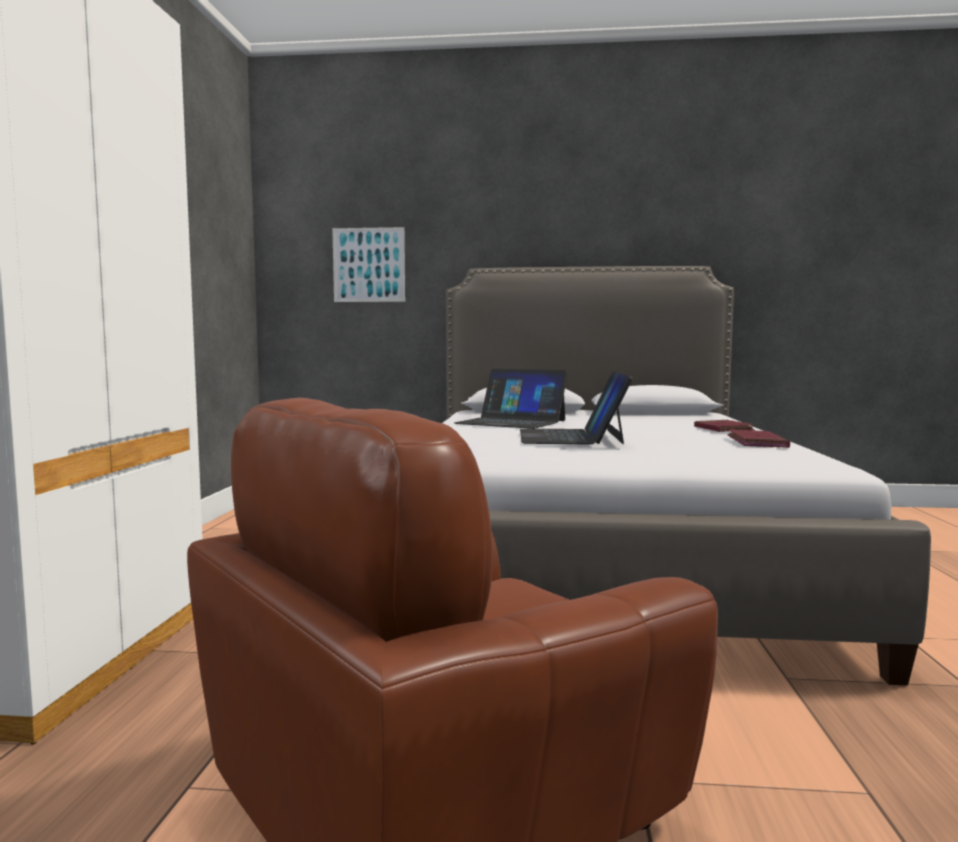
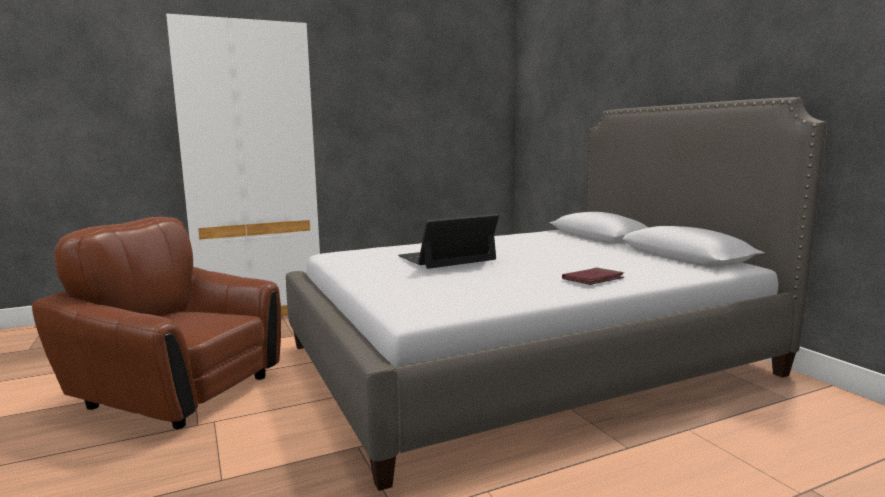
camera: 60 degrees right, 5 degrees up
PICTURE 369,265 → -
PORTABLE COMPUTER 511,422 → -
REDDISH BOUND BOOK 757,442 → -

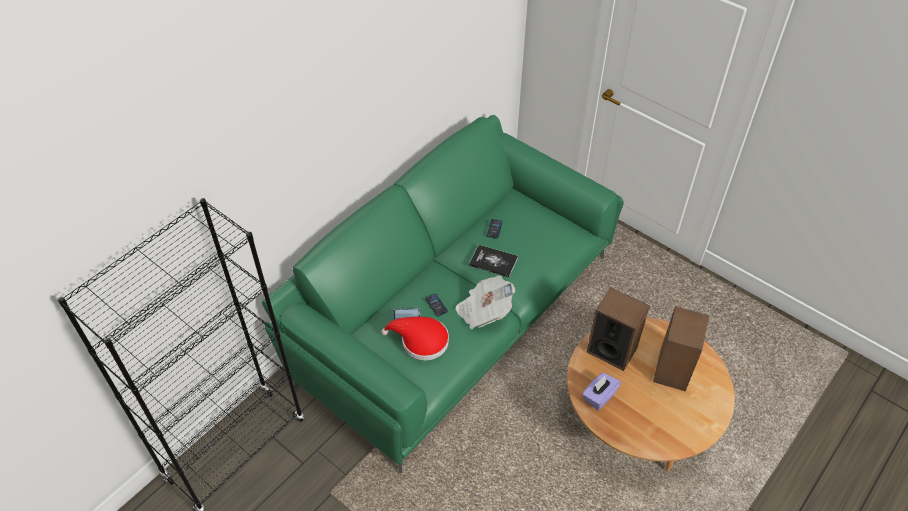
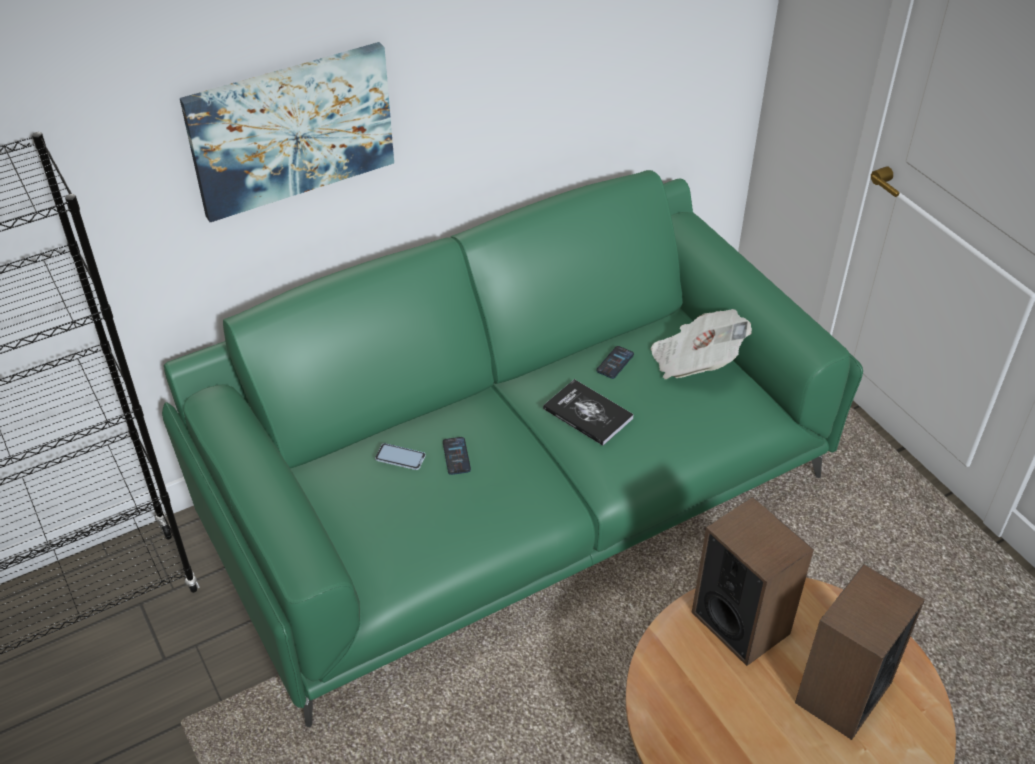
camera: 20 degrees right, 5 degrees down
REDDISH WEARABLE HAT 420,341 → -
NEWSPAPER 484,311 → NEWSPAPER 695,362, relocated
PURPLISH TISSUE HOLDER 599,396 → -
- → PICTURE 291,129

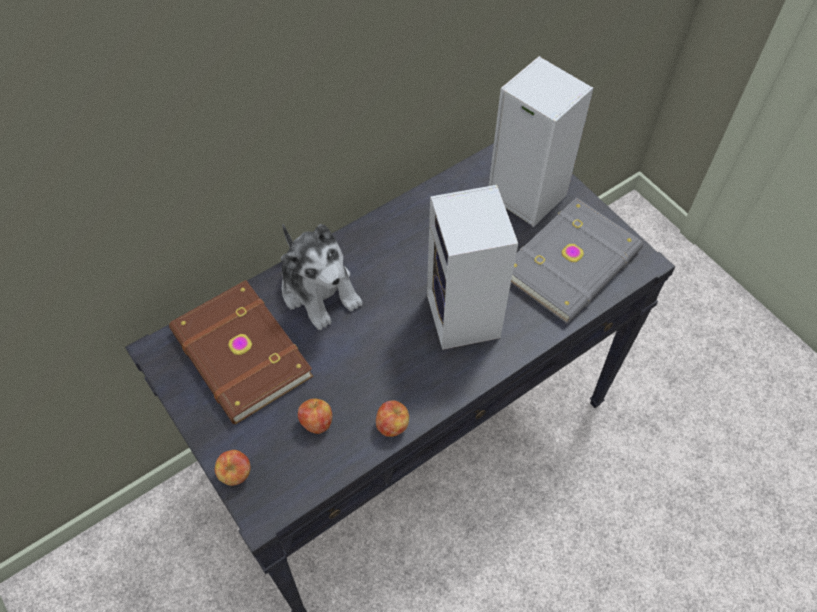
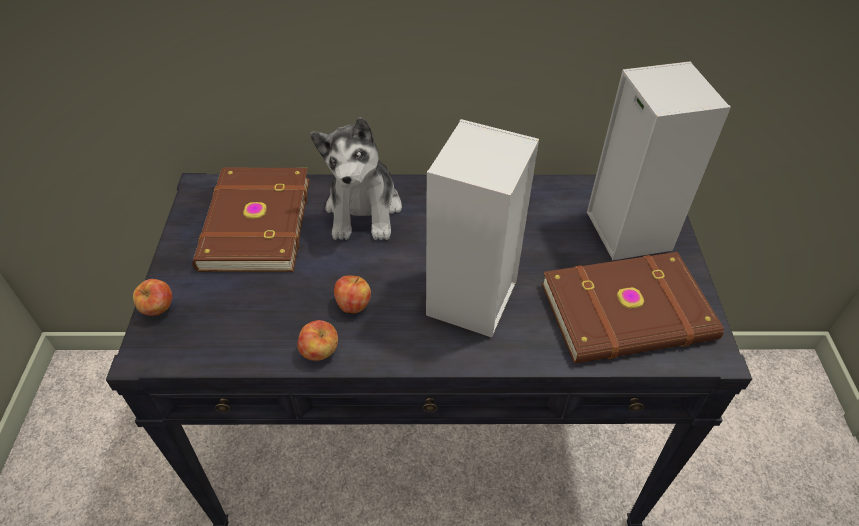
camera: 35 degrees right, 10 degrees down
APPLE 316,422 → APPLE 353,305, relocated
GREYISH BOUND BOOK 573,264 → BROWN-COLOURED BOUND BOOK 628,314

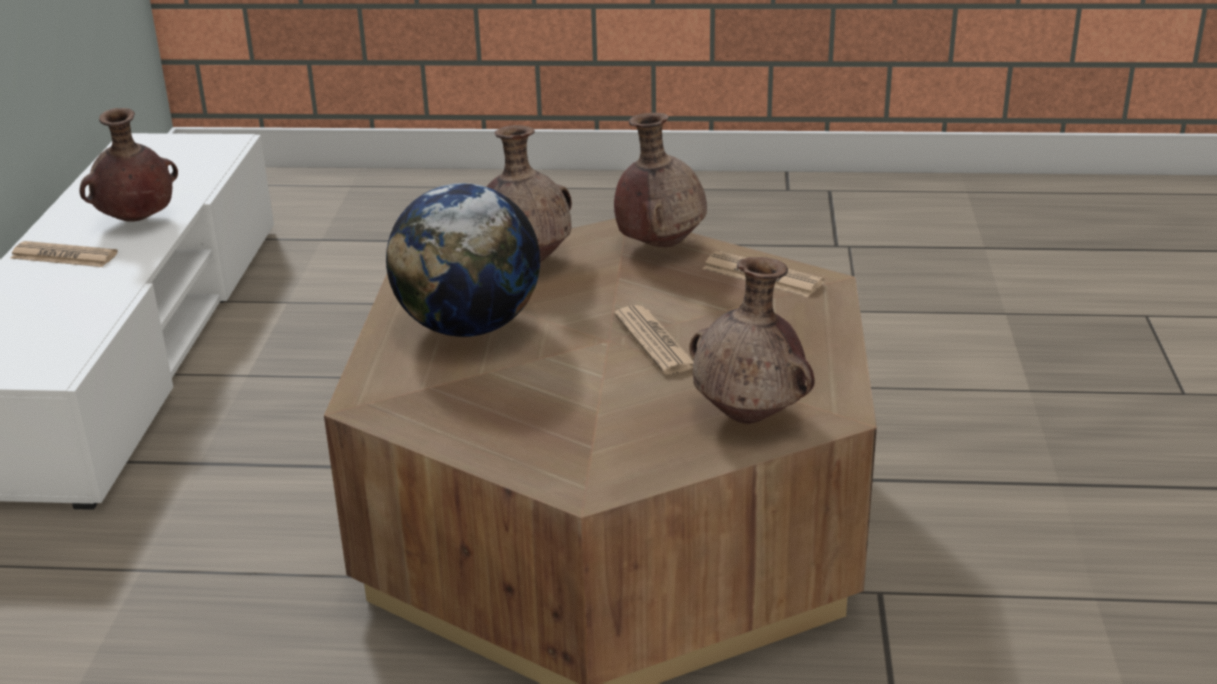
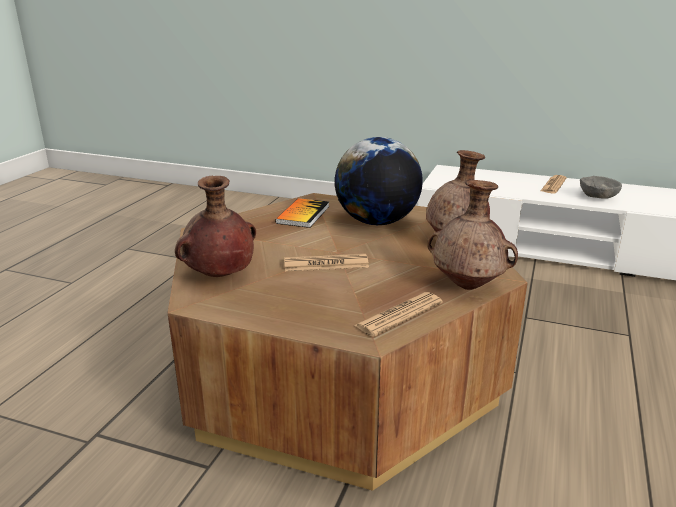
camera: 105 degrees right, 5 degrees down
BROWN-COLOURED VASE 136,221 → GREYISH BOWL 597,197
- → BOUND BOOK 303,214

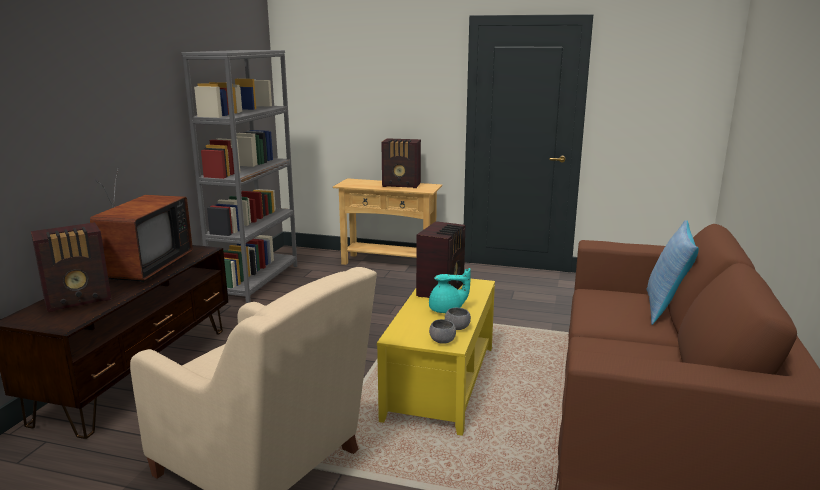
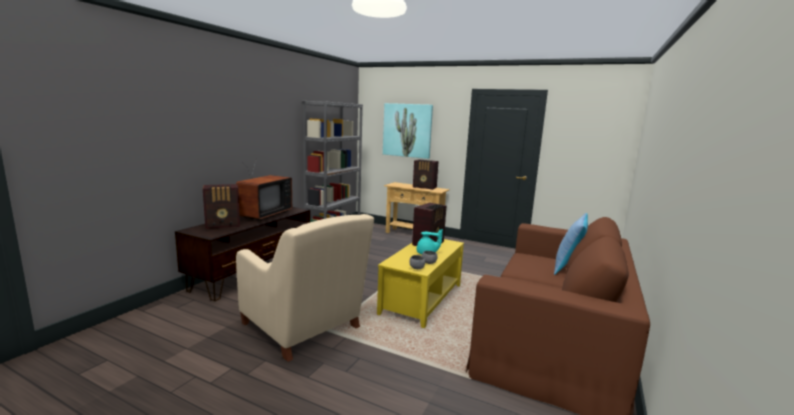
camera: 10 degrees right, 5 degrees down
- → PICTURE 407,130

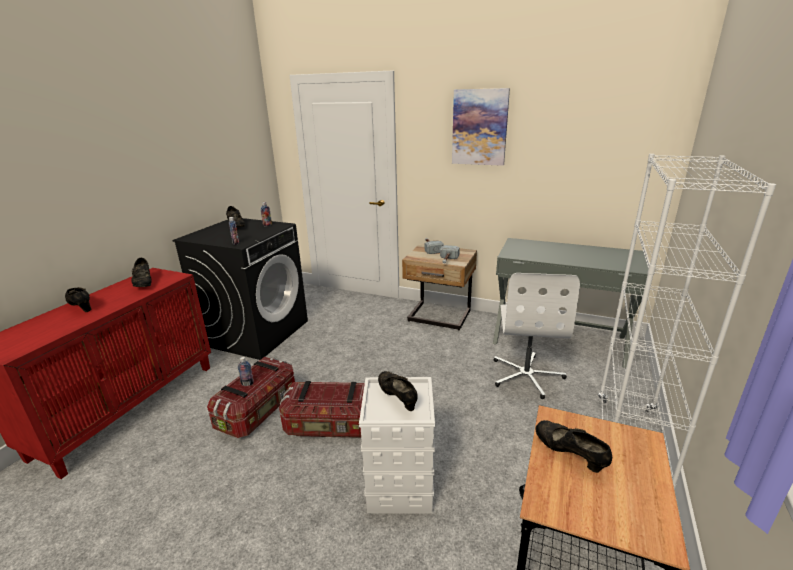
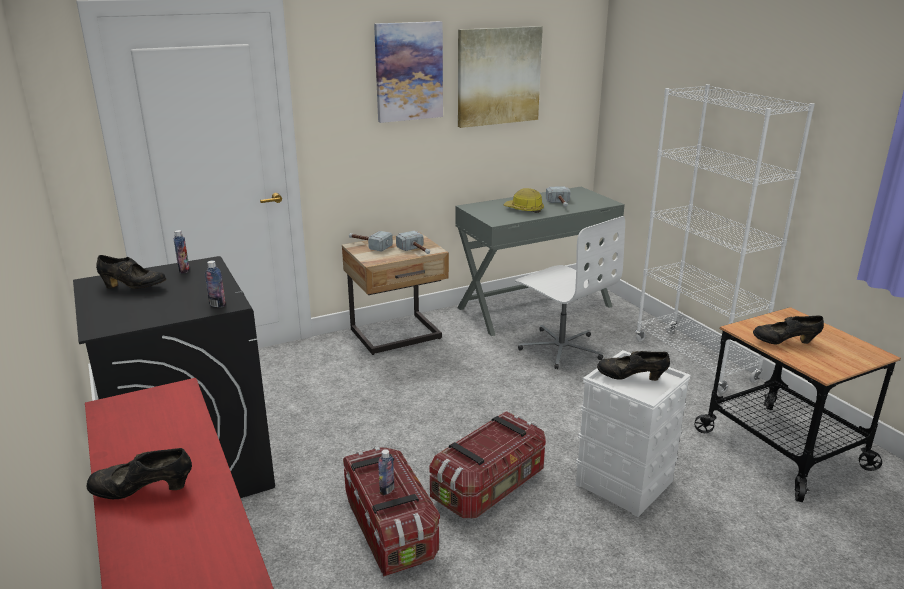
camera: 50 degrees left, 0 degrees up
BLACK-COLOURED SHOE 144,284 → -
- → PICTURE 498,76
- → SAFETY HELMET 524,209
- → HAND HAMMER 560,204

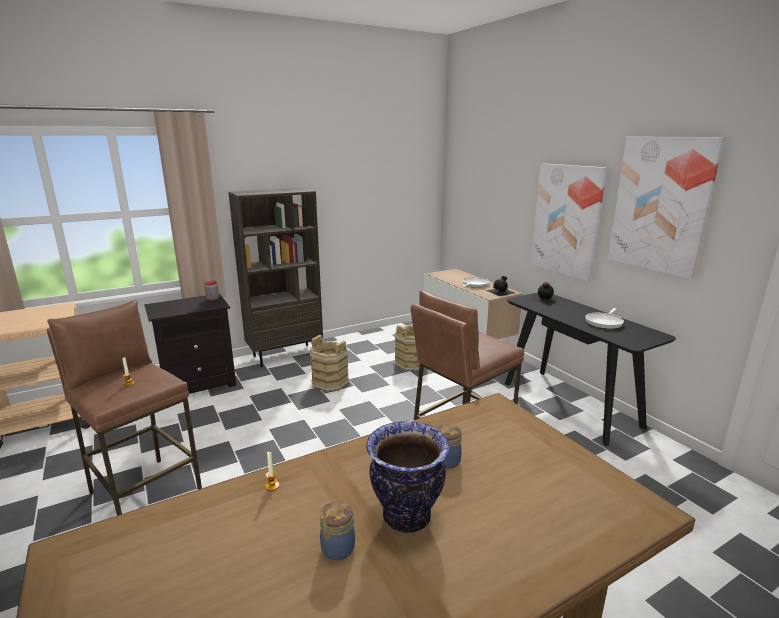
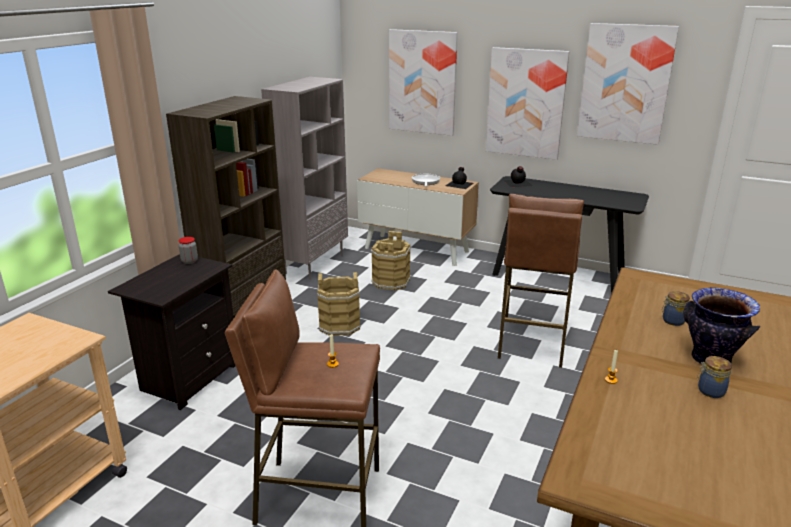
camera: 35 degrees left, 5 degrees up
FRYING PAN 604,322 → -
- → GREYISH SHELVING UNIT 313,264
- → PICTURE 422,82

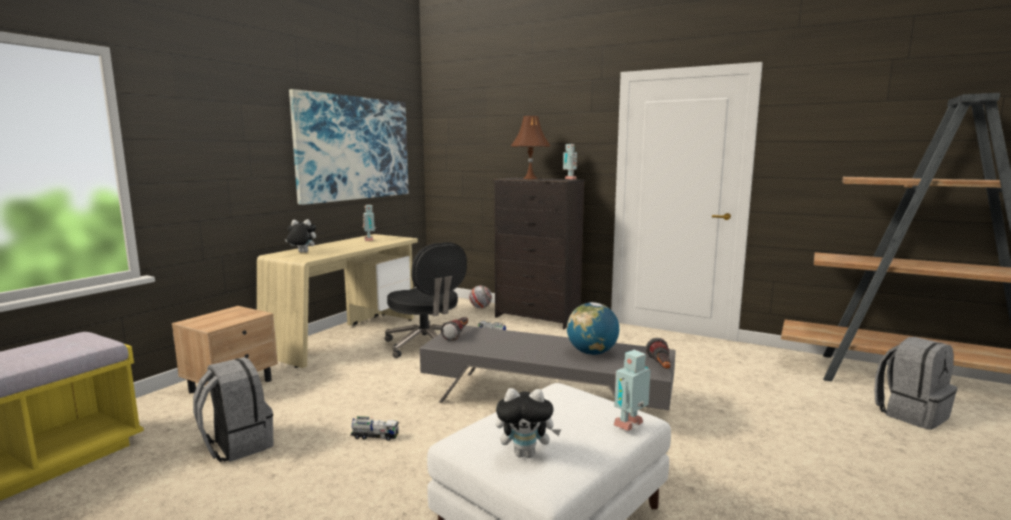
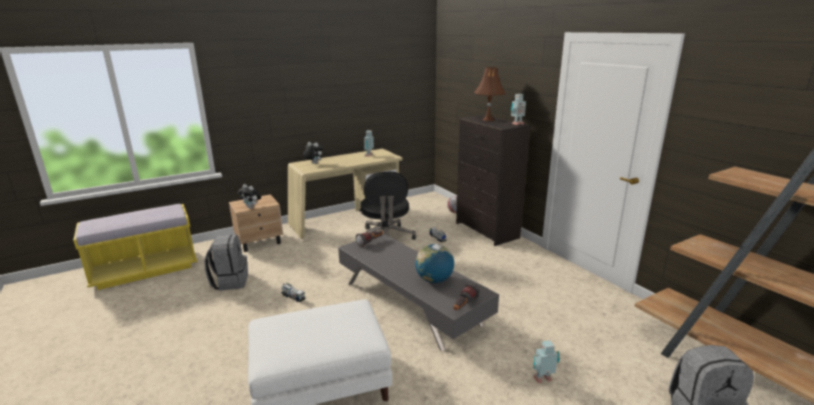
camera: 30 degrees right, 10 degrees up
PICTURE 354,148 → -
CUDDLY TOY 526,454 → CUDDLY TOY 251,207, relocated
ROBOT FIGURE 631,425 → ROBOT FIGURE 543,380, relocated

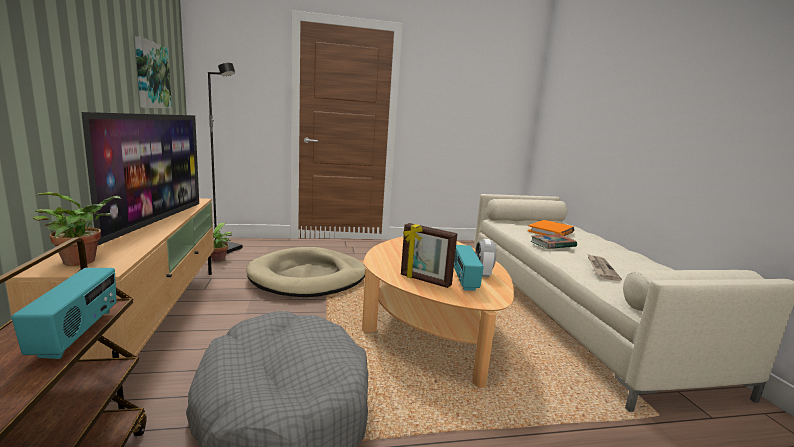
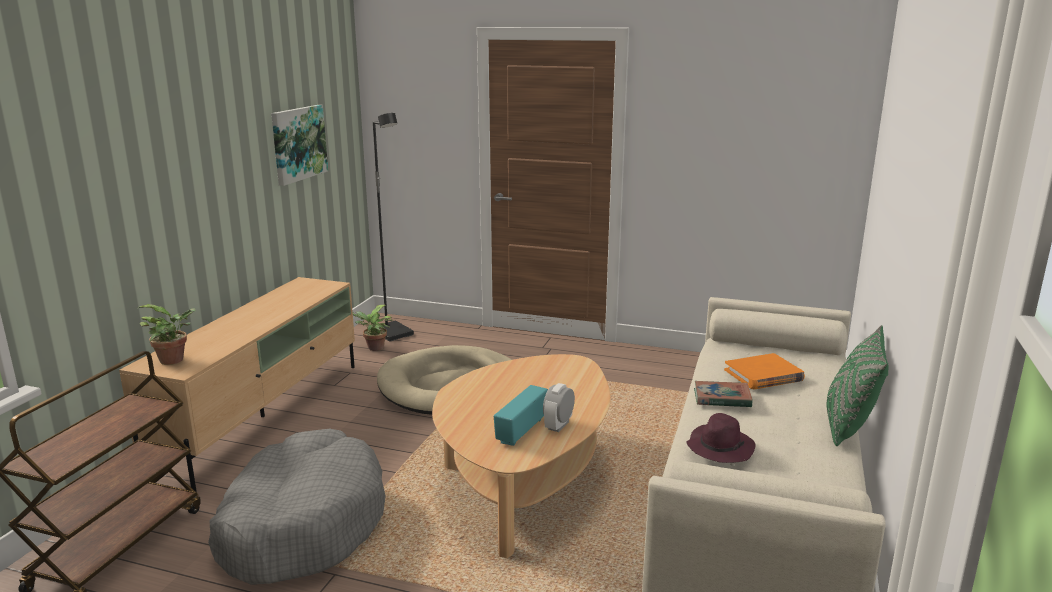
camera: 30 degrees right, 5 degrees up
RADIO RECEIVER 77,333 → -
TELEVISION 155,221 → -
STANDING FRAME 425,280 → -
NEWSPAPER 601,268 → PURPLISH WEARABLE HAT 719,447
- → GREENISH CUSHION 848,426

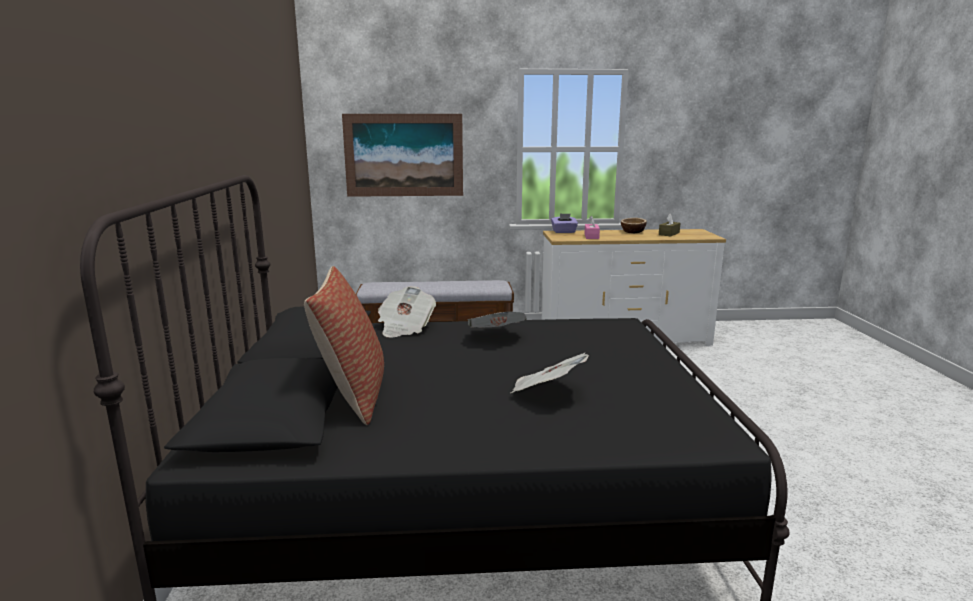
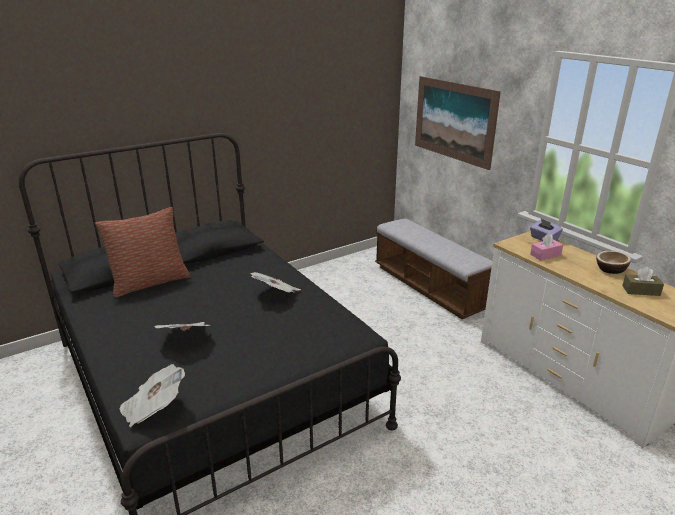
camera: 60 degrees right, 10 degrees up
NEWSPAPER 405,328 → NEWSPAPER 153,408, relocated

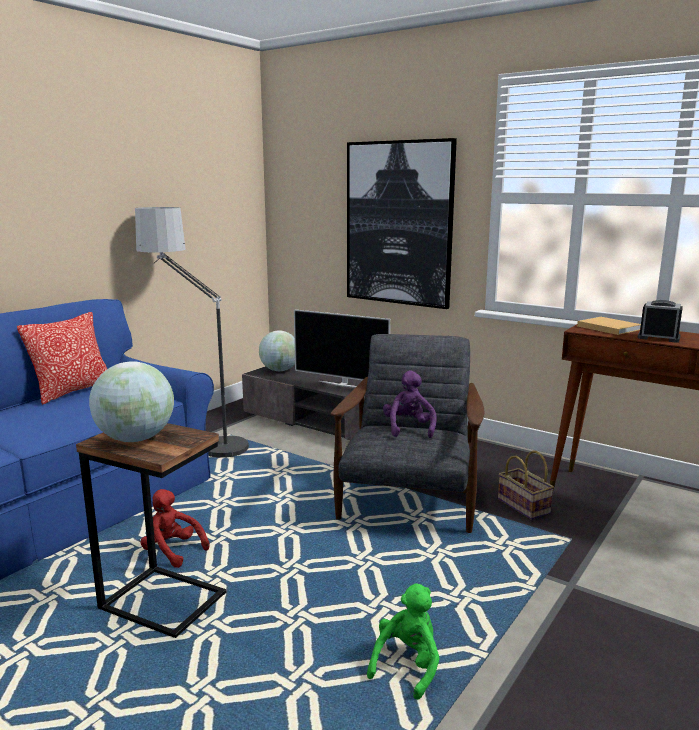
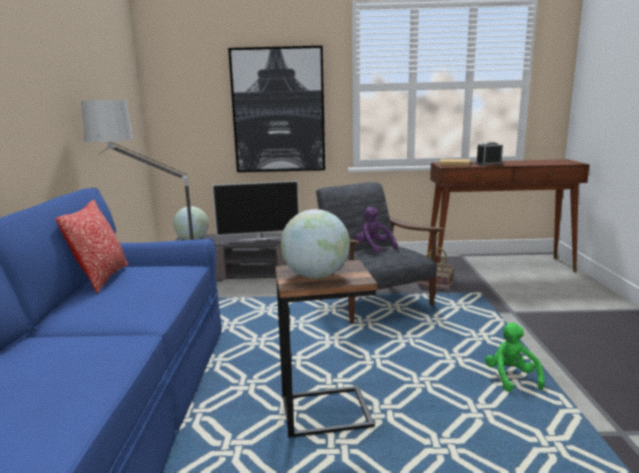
camera: 35 degrees left, 0 degrees up
REDDISH CUDDLY TOY 172,551 → -

